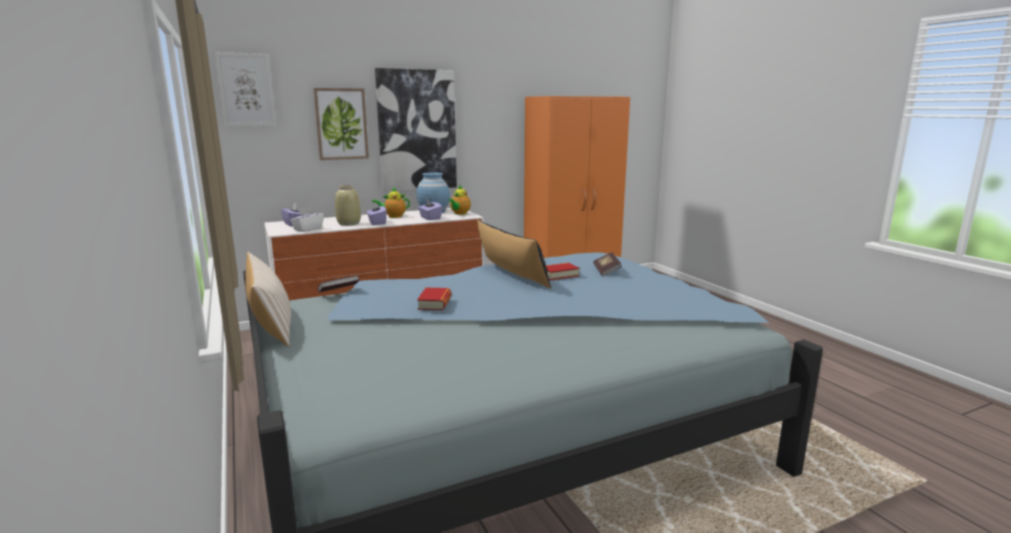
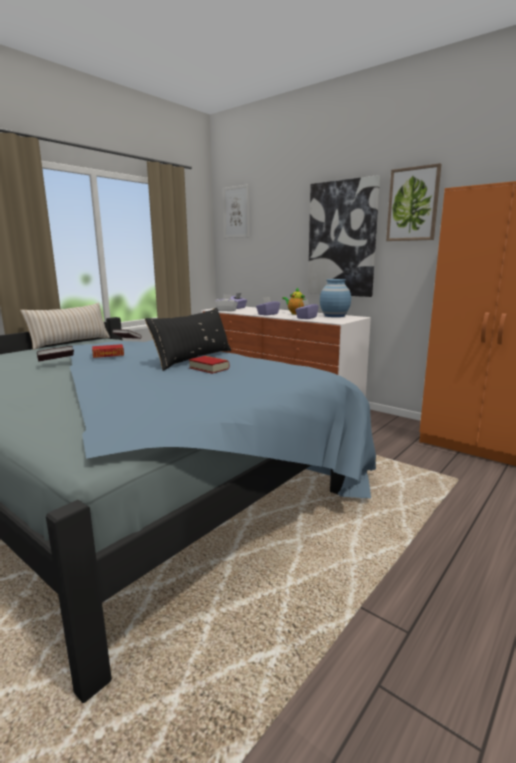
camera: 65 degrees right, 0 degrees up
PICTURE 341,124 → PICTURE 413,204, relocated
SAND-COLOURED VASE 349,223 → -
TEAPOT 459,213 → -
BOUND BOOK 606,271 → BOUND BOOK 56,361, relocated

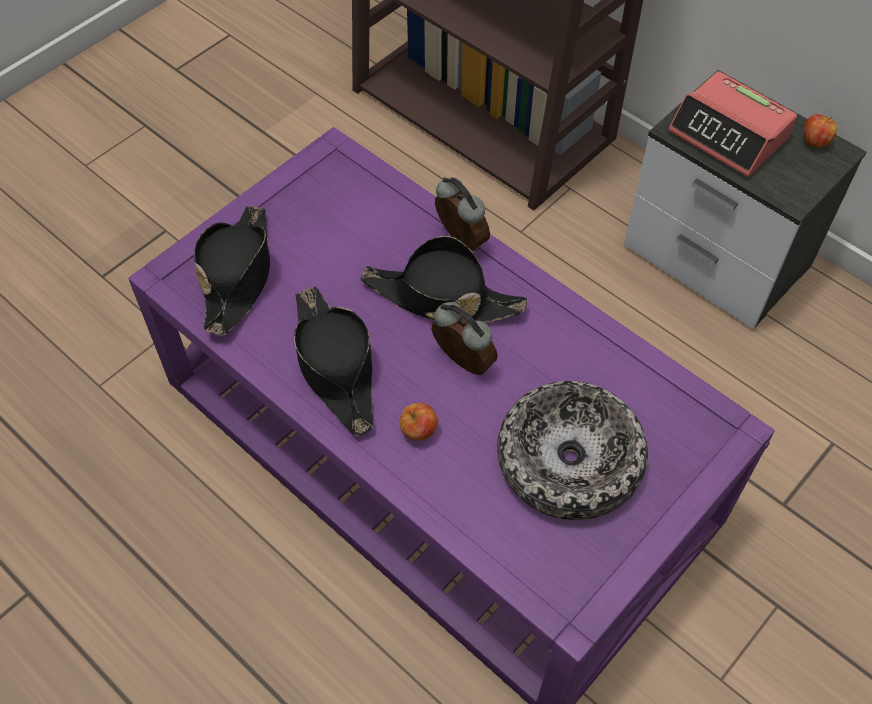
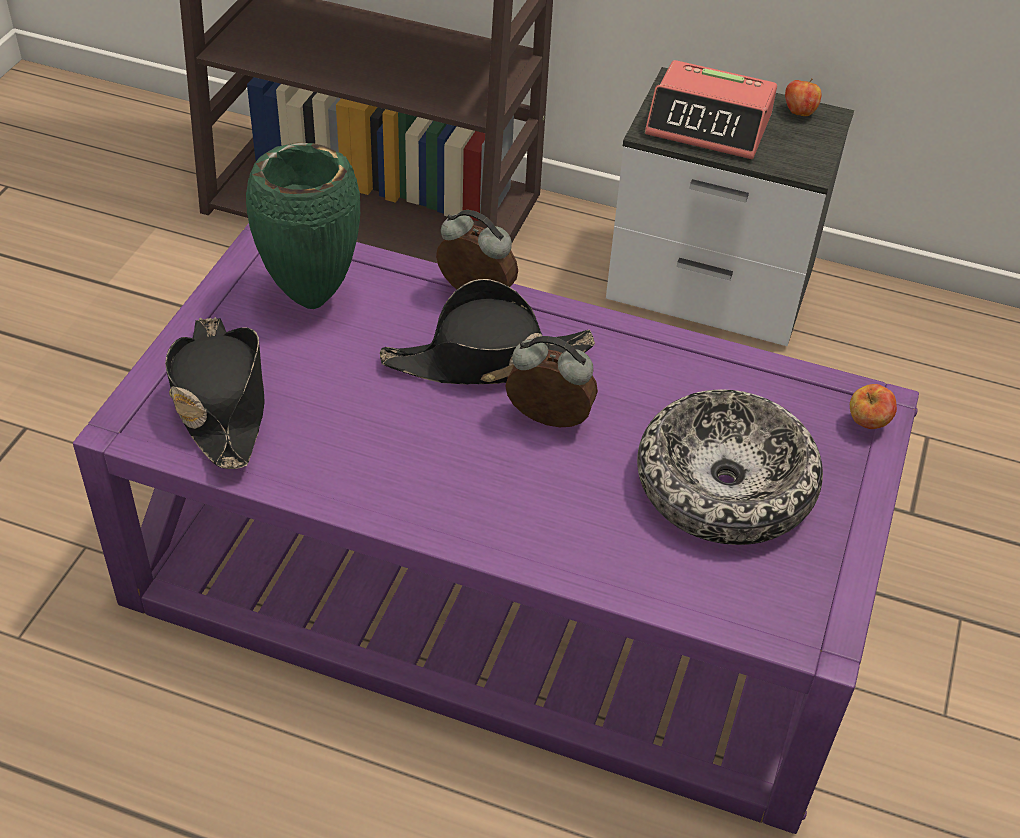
camera: 25 degrees left, 10 degrees down
BLACK-COLOURED WEARABLE HAT 335,366 → -
APPLE 419,431 → APPLE 867,423, relocated
- → GREENISH VASE 312,298

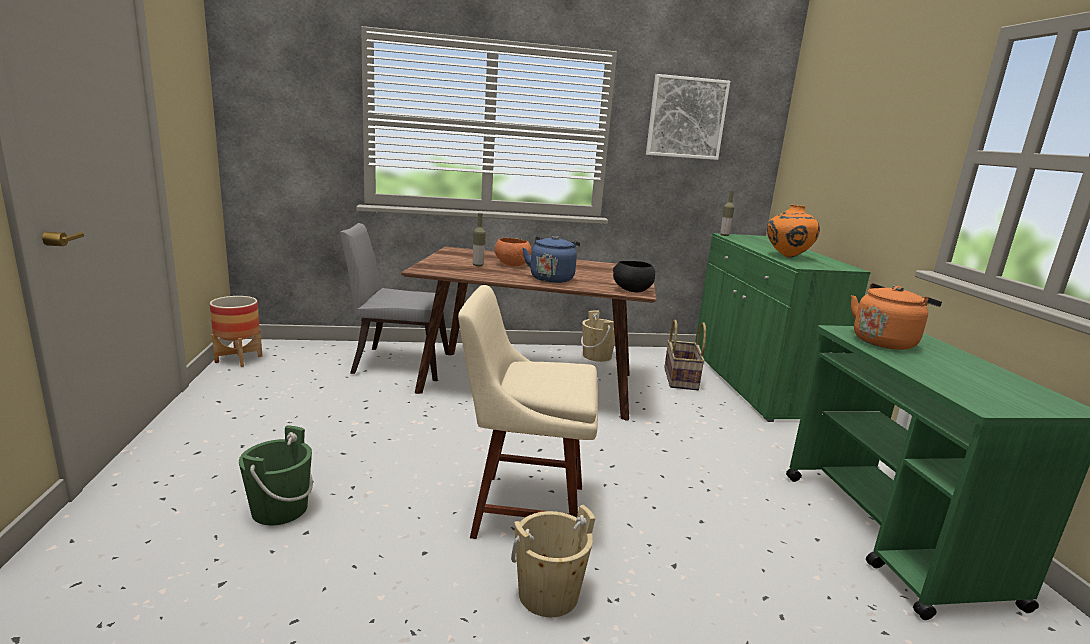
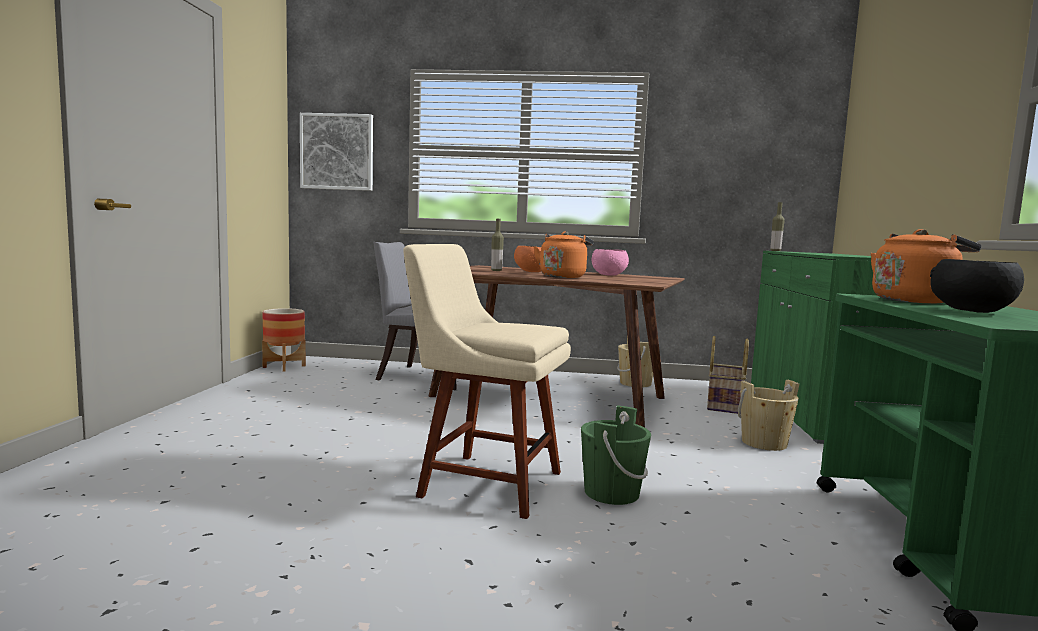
camera: 15 degrees right, 10 degrees down
GREENISH BUCKET 279,509 → GREENISH BUCKET 611,493, relocated
SAND-COLOURED BUCKET 548,594 → SAND-COLOURED BUCKET 764,443, relocated
BLUE-COLOURED KETTLE 552,278 → ORANGEY KETTLE 563,276
BLACK-COLOURED BOWL 631,291 → BLACK-COLOURED BOWL 970,311, relocated
PICTURE 686,118 → PICTURE 337,152, relocated
ORANGEY VASE 787,257 → -
- → PINK BOWL 609,275

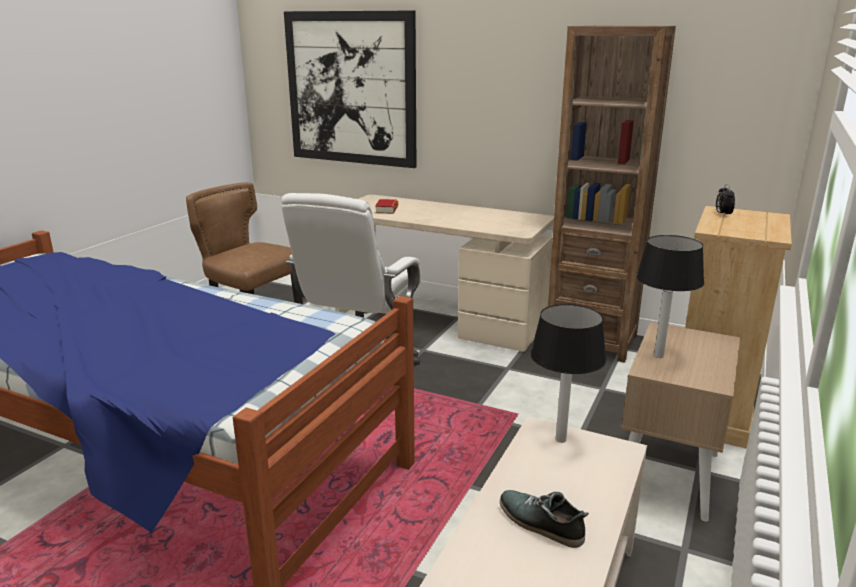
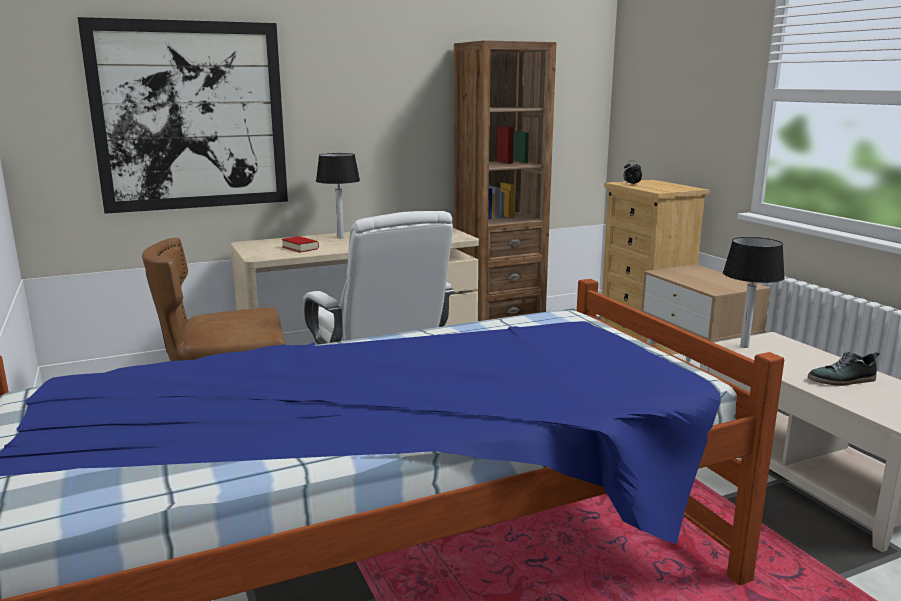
camera: 50 degrees left, 5 degrees down
TABLETOP LAMP 658,356 → TABLETOP LAMP 340,237, relocated

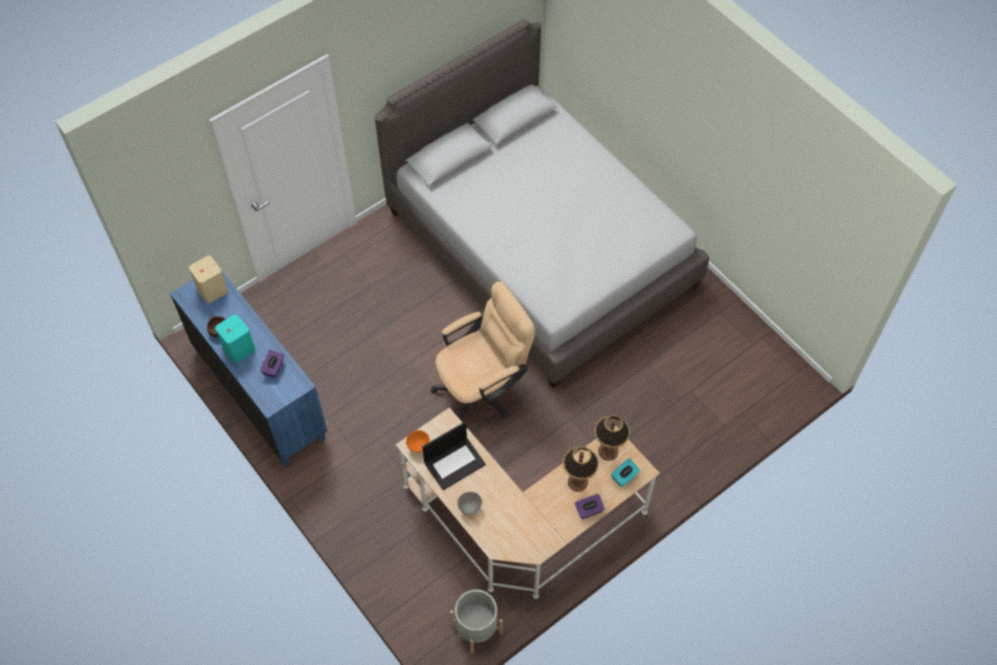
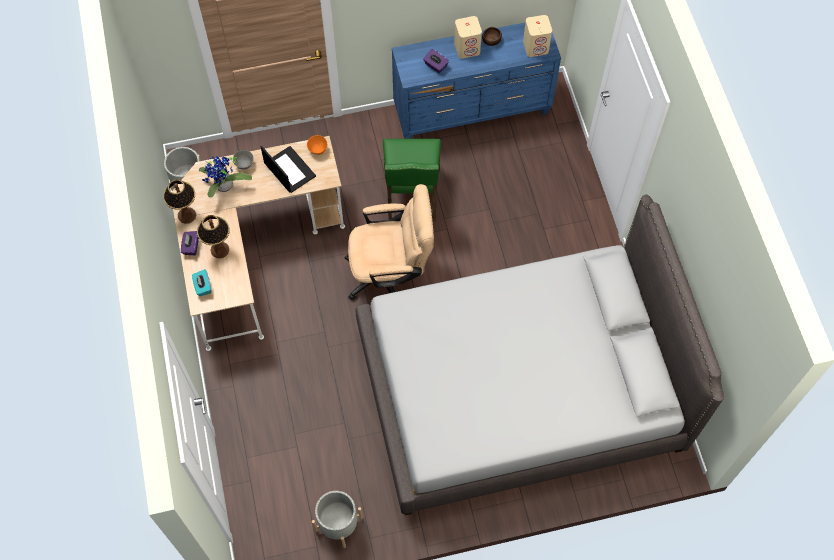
camera: 115 degrees right, 5 degrees up
BLUE-GREEN LOUDSPEAKER 238,348 → SAND-COLOURED LOUDSPEAKER 467,48
PORTABLE COMPUTER 454,462 → PORTABLE COMPUTER 289,170, 150 degrees clockwise
SAND-COLOURED DESK CHAIR 483,388 → SAND-COLOURED DESK CHAIR 391,274, 90 degrees counterclockwise
TABLETOP LAMP 608,451 → TABLETOP LAMP 186,215, relocated
- → PLANT IN A POT 224,187
- → GREYISH PLANTER 338,524
- → GREENISH CHAIR 412,196

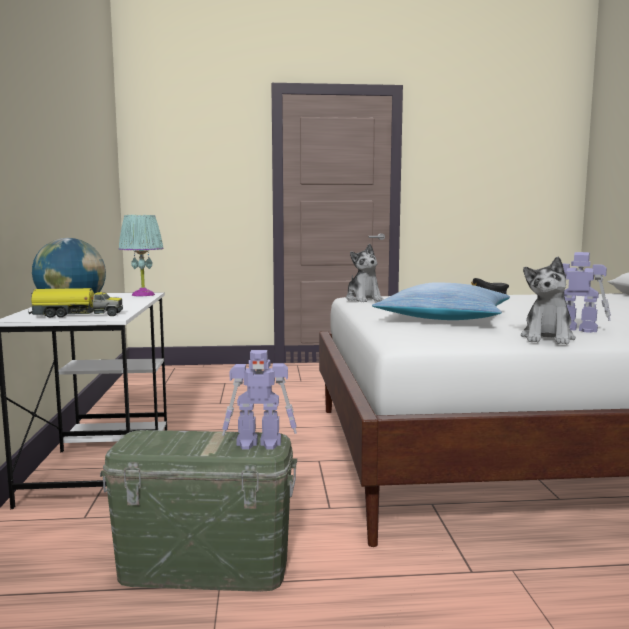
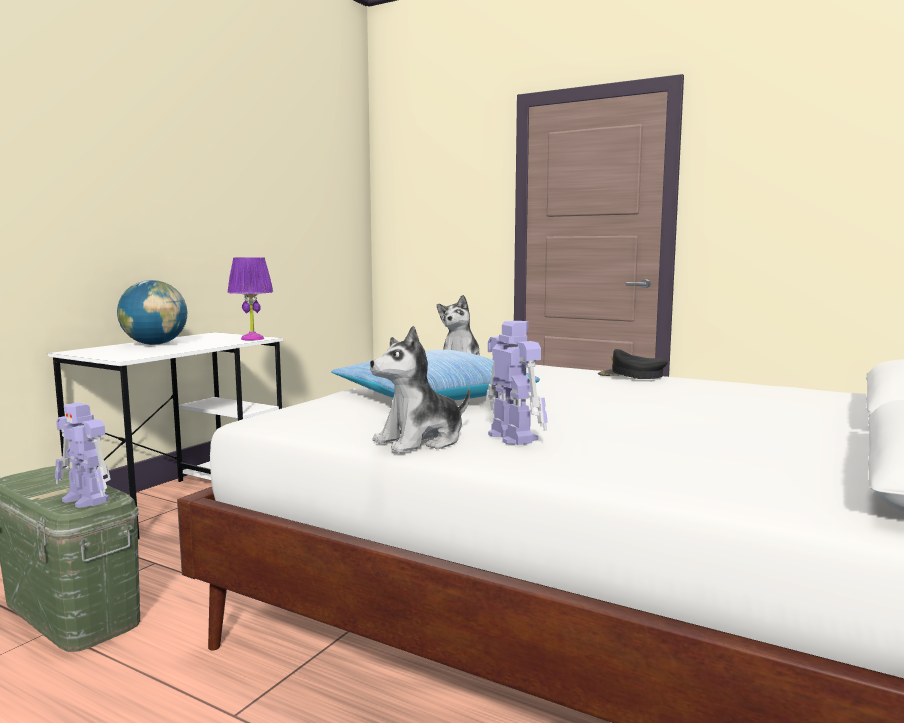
camera: 35 degrees right, 0 degrees up
TOY LORRY 76,315 → -
BLUE-GREEN TABLETOP LAMP 143,294 → PURPLISH TABLETOP LAMP 253,339

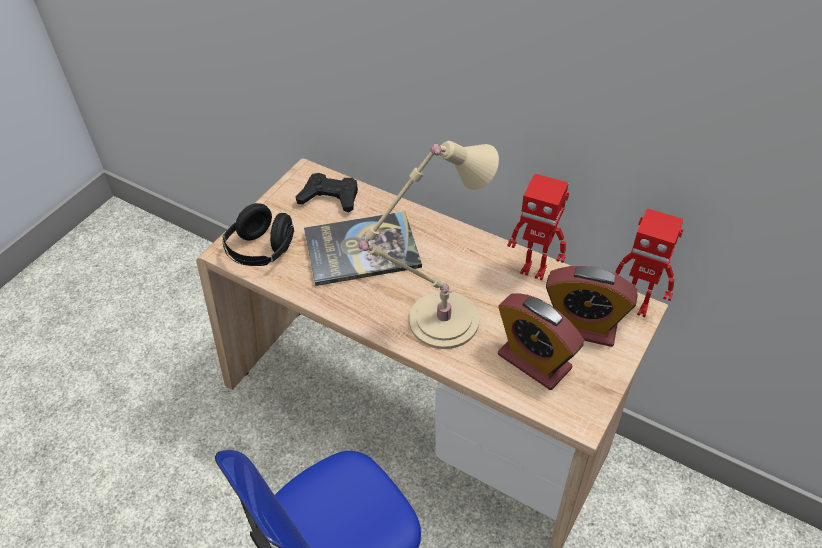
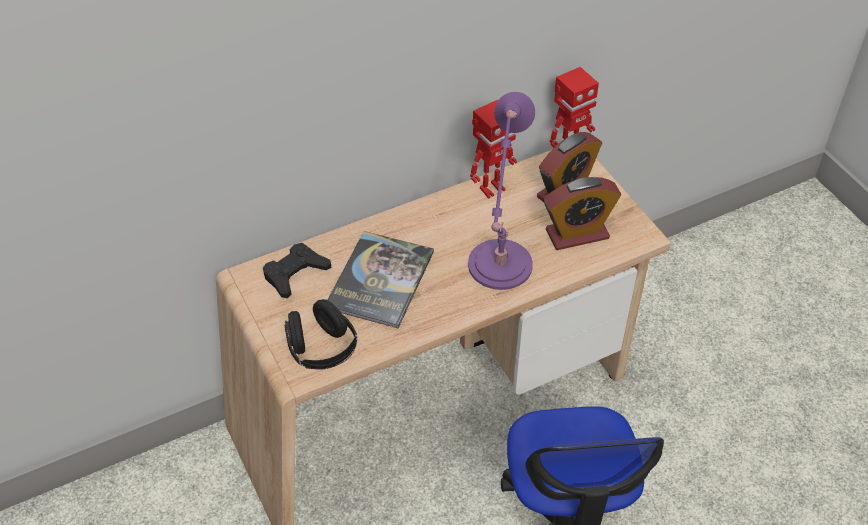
camera: 60 degrees left, 0 degrees up
SAND-COLOURED TABLETOP LAMP 437,322 → PURPLISH TABLETOP LAMP 498,269

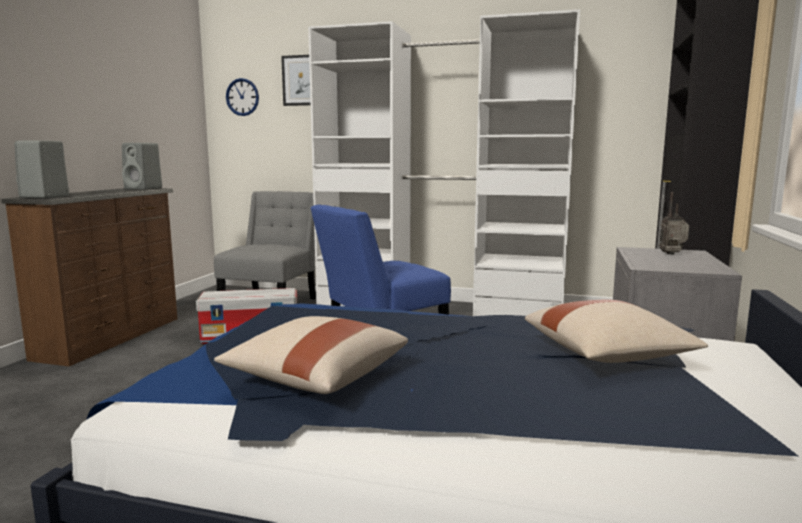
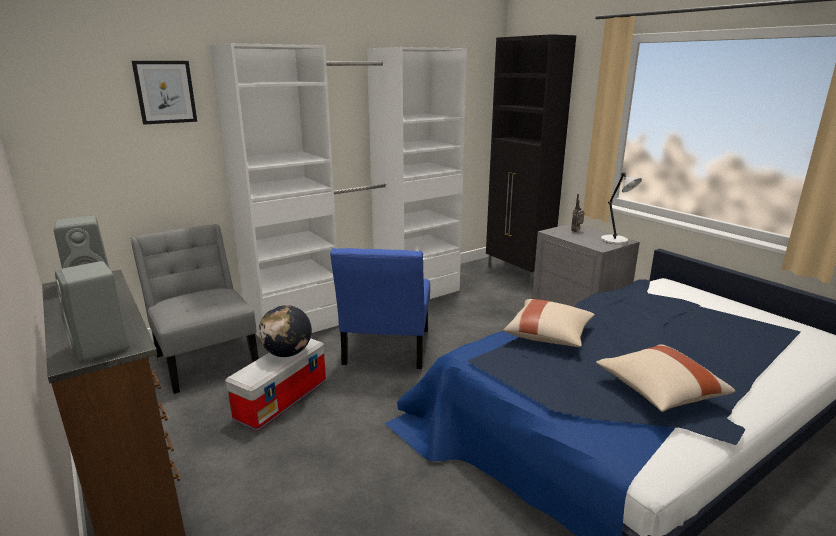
camera: 50 degrees left, 10 degrees up
WALL CLOCK 242,97 → -
SAND-COLOURED CUSHION 608,356 → SAND-COLOURED CUSHION 549,336, relocated
- → WORLD GLOBE 287,353
- → GREYISH TABLETOP LAMP 615,240

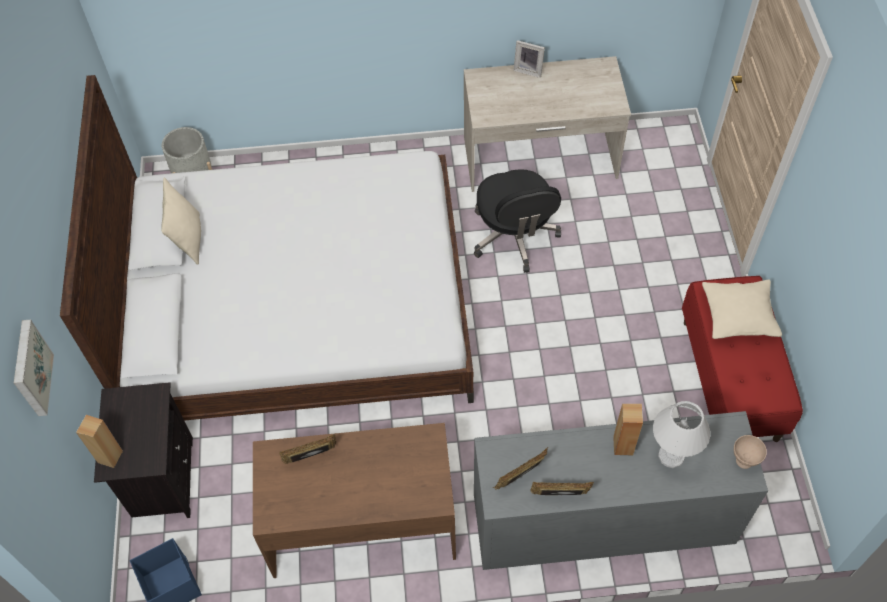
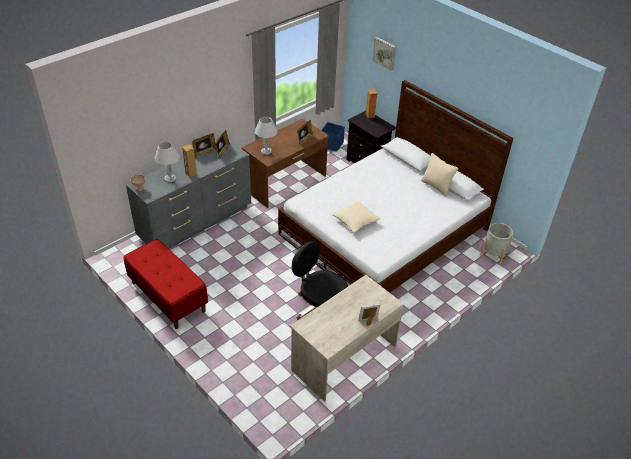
camera: 140 degrees right, 15 degrees down
SAND-COLOURED CUSHION 739,315 → SAND-COLOURED CUSHION 355,221, relocated
- → WHITISH TABLETOP LAMP 266,151

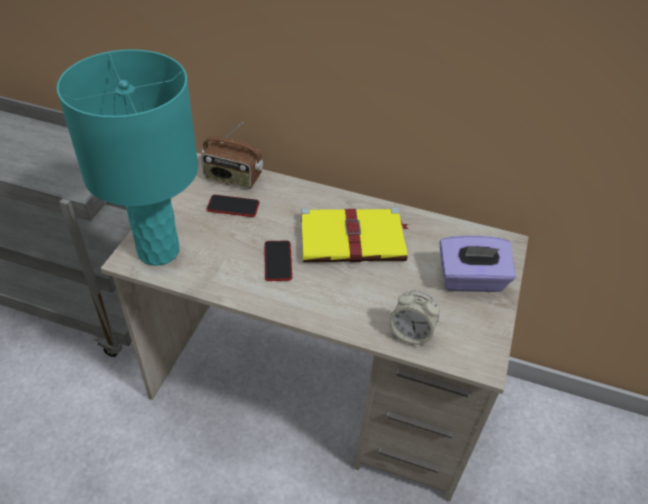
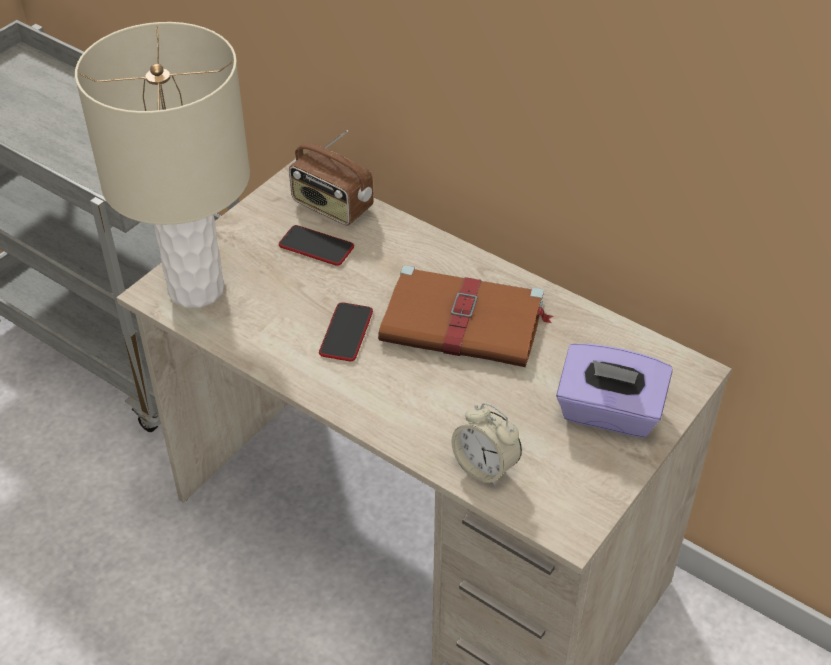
camera: 20 degrees right, 0 degrees up
BLUE-GREEN TABLETOP LAMP 159,250 → SAND-COLOURED TABLETOP LAMP 197,288
YELLOWISH BOUND BOOK 354,239 → BROWN-COLOURED BOUND BOOK 465,322

